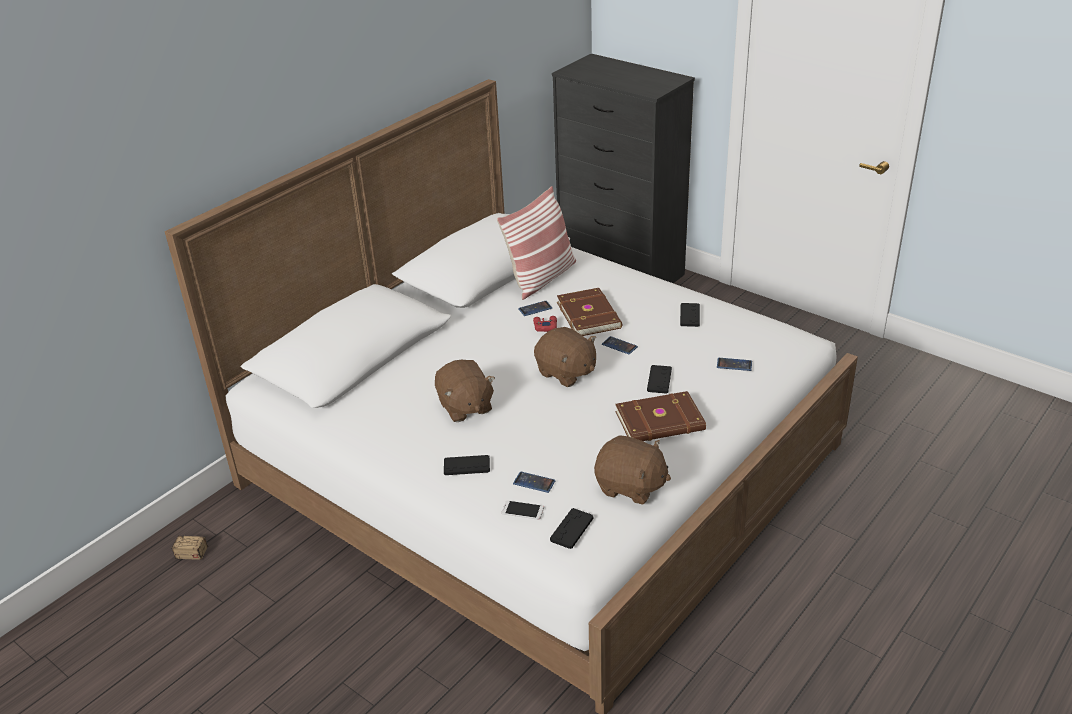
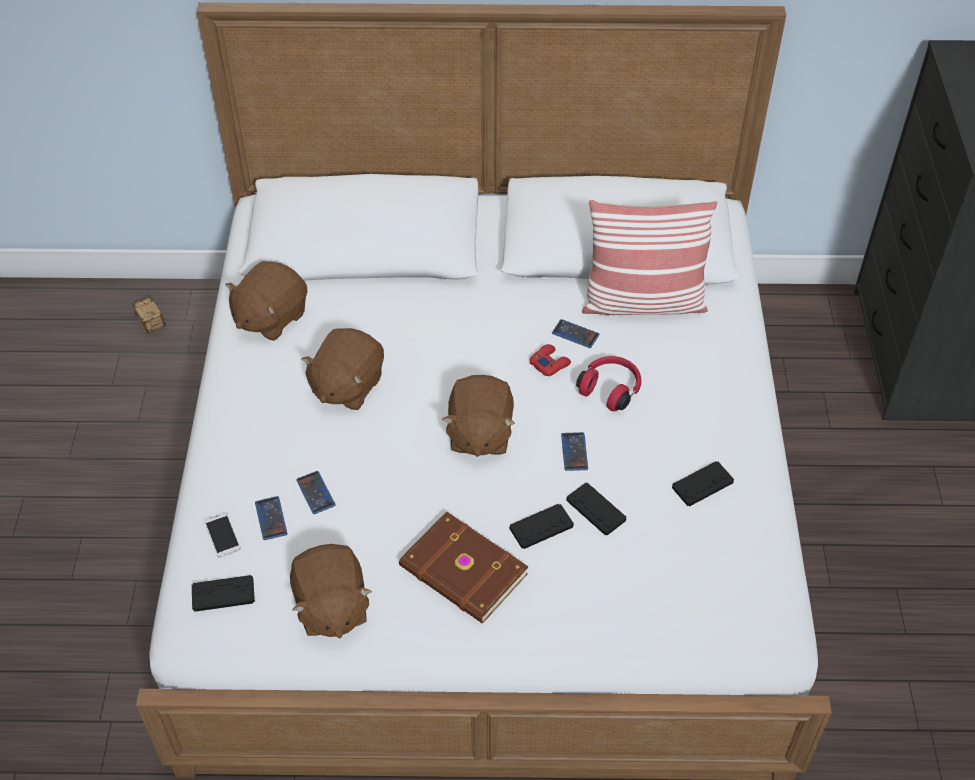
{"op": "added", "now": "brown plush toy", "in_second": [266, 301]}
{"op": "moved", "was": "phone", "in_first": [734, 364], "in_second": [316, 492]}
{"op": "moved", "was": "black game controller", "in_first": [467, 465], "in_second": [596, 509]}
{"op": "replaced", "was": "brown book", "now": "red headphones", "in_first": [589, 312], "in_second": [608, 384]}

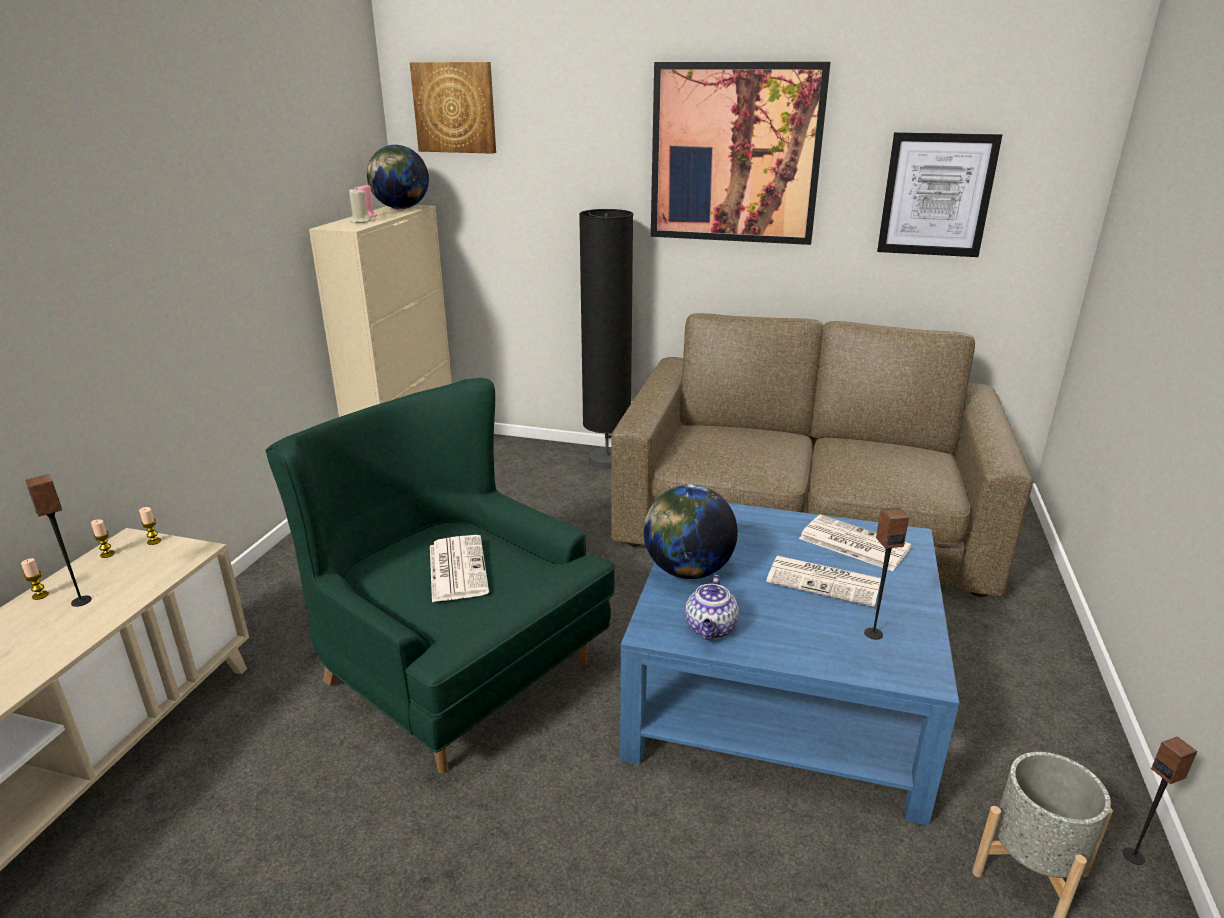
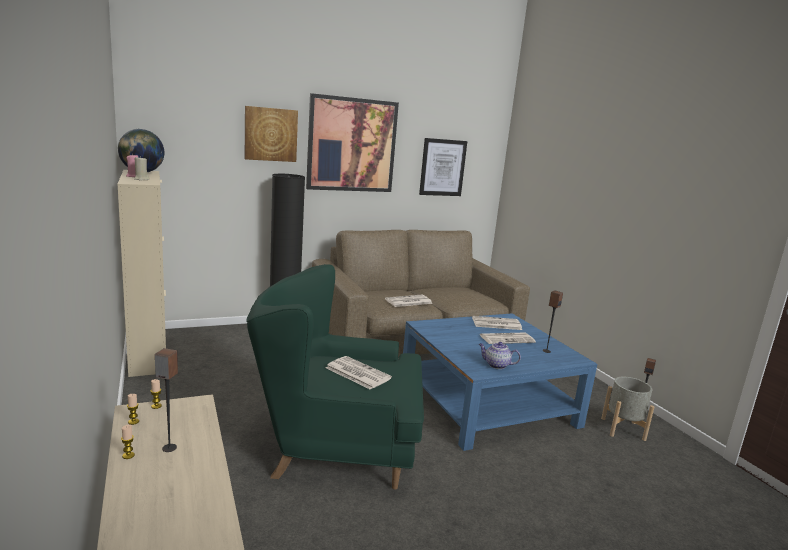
{"op": "moved", "was": "picture", "in_first": [453, 108], "in_second": [271, 134]}
{"op": "added", "now": "newspaper", "in_second": [408, 301]}
{"op": "turned", "was": "teapot", "in_first": [712, 607], "in_second": [500, 355], "clockwise": 135}
{"op": "removed", "was": "globe", "in_first": [691, 531]}

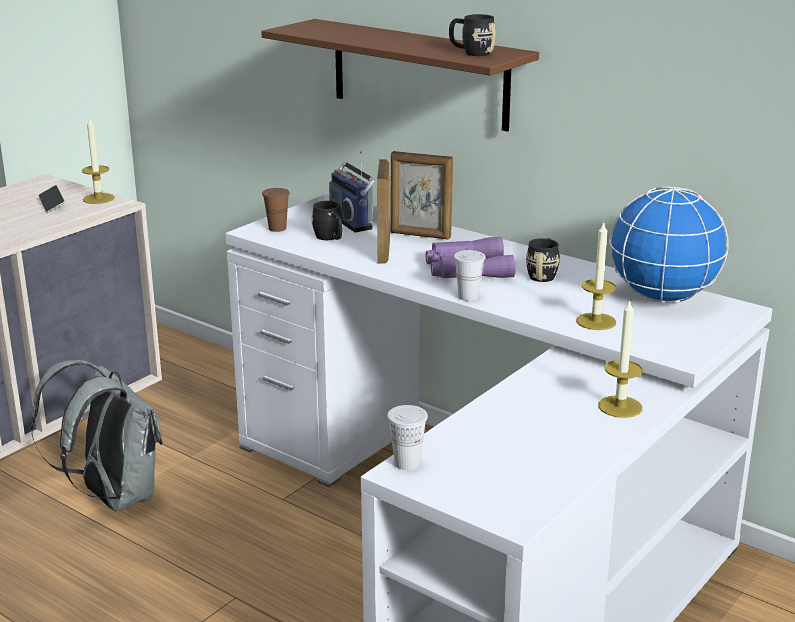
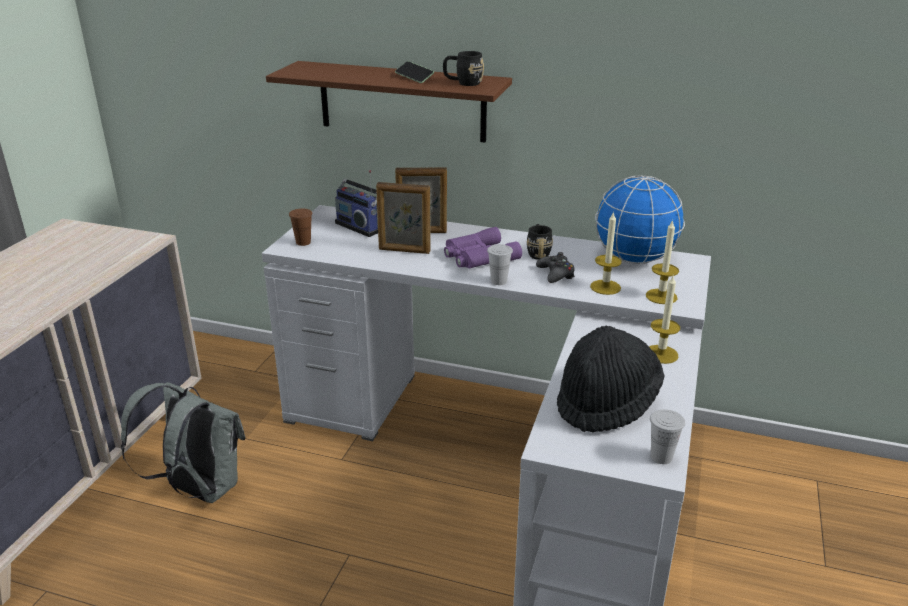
{"op": "turned", "was": "picture frame", "in_first": [383, 211], "in_second": [403, 218], "clockwise": 120}
{"op": "moved", "was": "phone", "in_first": [52, 199], "in_second": [414, 72]}
{"op": "added", "now": "black game controller", "in_second": [555, 267]}
{"op": "added", "now": "black hat", "in_second": [611, 379]}
{"op": "moved", "was": "candle", "in_first": [98, 160], "in_second": [662, 261]}
{"op": "moved", "was": "white cup", "in_first": [407, 437], "in_second": [667, 436]}
{"op": "removed", "was": "black mug", "in_first": [327, 220]}

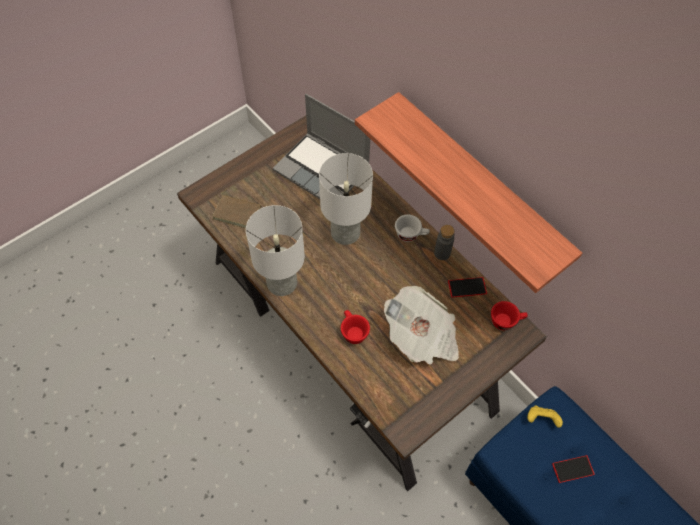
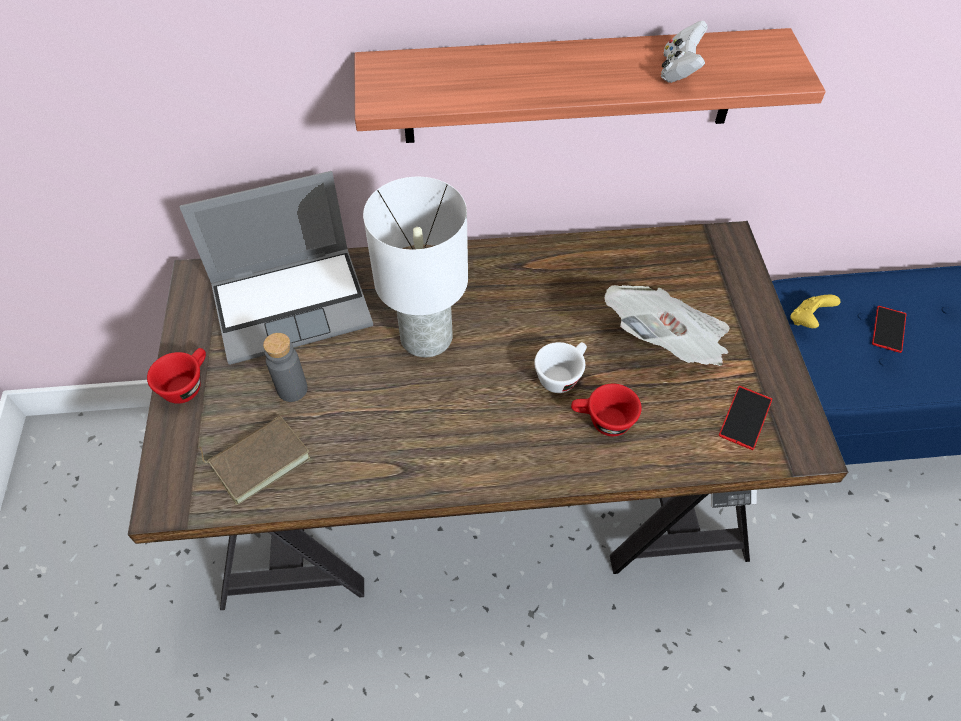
{"op": "moved", "was": "red cup", "in_first": [509, 315], "in_second": [176, 376]}
{"op": "moved", "was": "grey bottle", "in_first": [444, 242], "in_second": [285, 367]}
{"op": "moved", "was": "white cup", "in_first": [412, 228], "in_second": [560, 367]}
{"op": "added", "now": "white game controller", "in_second": [684, 52]}
{"op": "moved", "was": "phone", "in_first": [467, 287], "in_second": [745, 418]}
{"op": "removed", "was": "white table lamp", "in_first": [275, 250]}

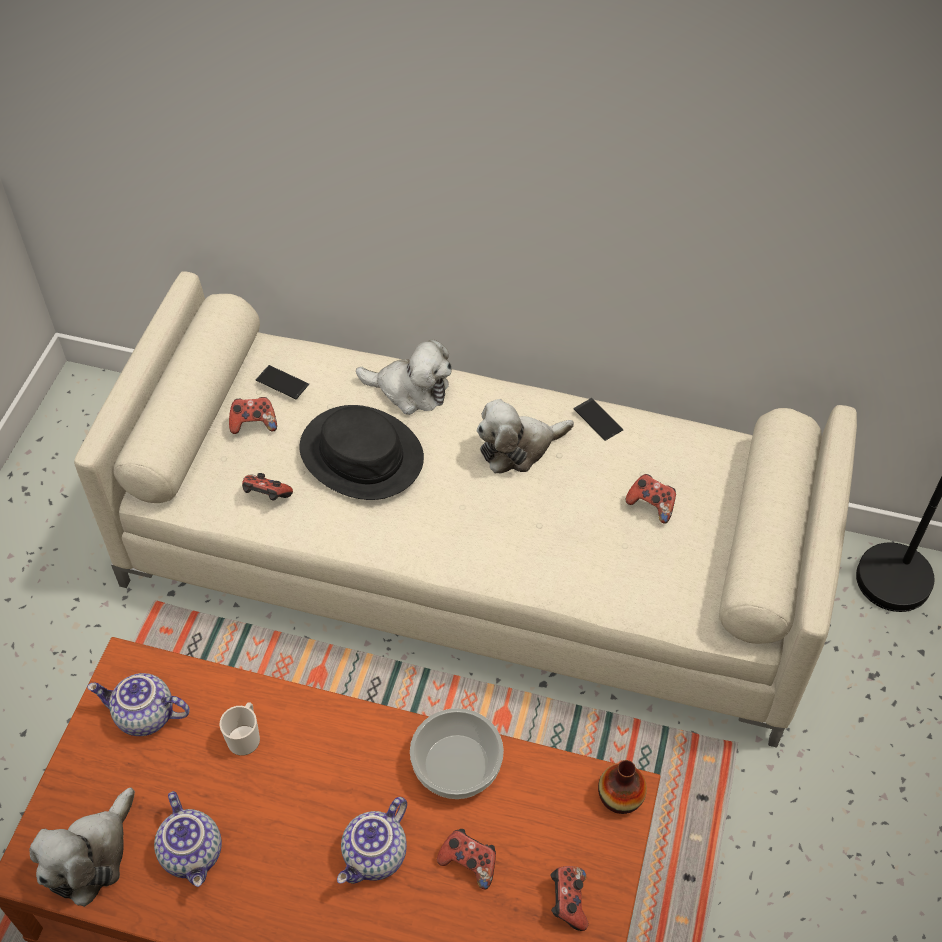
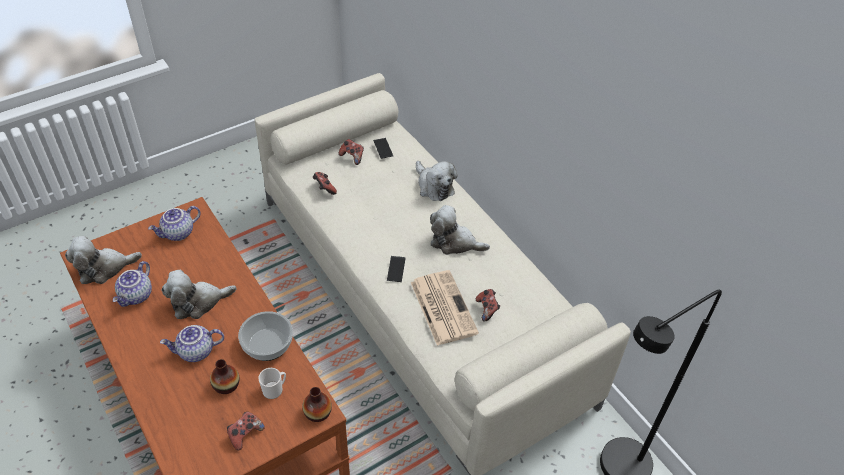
{"op": "turned", "was": "teapot", "in_first": [138, 704], "in_second": [174, 223], "clockwise": -90}
{"op": "added", "now": "plush toy", "in_second": [199, 294]}
{"op": "replaced", "was": "game controller", "now": "vase", "in_first": [466, 859], "in_second": [225, 376]}
{"op": "moved", "was": "mug", "in_first": [240, 729], "in_second": [272, 383]}
{"op": "moved", "was": "phone", "in_first": [598, 419], "in_second": [396, 269]}
{"op": "added", "now": "newspaper", "in_second": [445, 308]}
{"op": "removed", "was": "black hat", "in_first": [361, 452]}

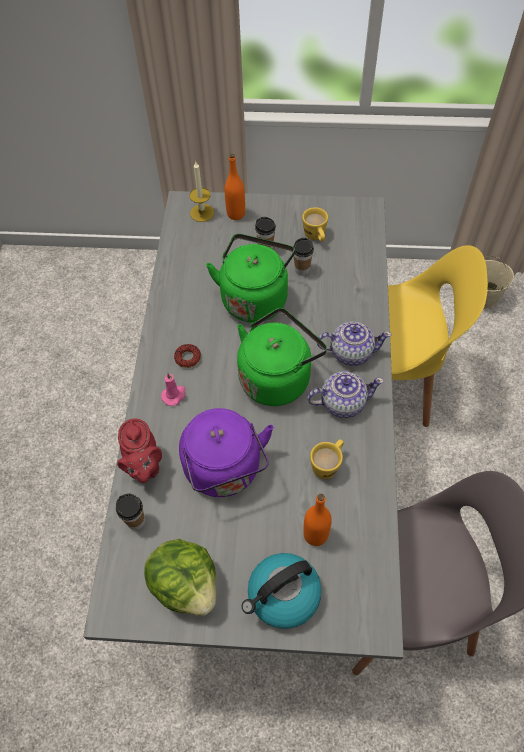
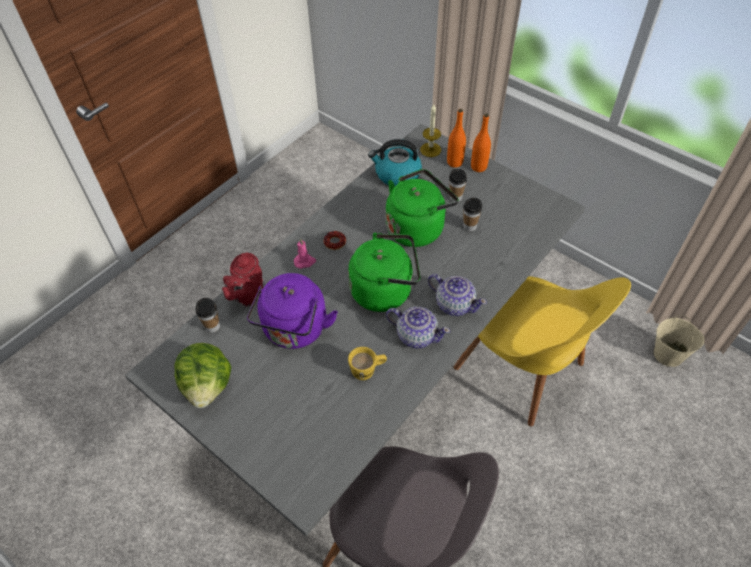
{"op": "moved", "was": "kettle", "in_first": [282, 591], "in_second": [395, 162]}
{"op": "moved", "was": "orange bottle", "in_first": [317, 520], "in_second": [481, 142]}
{"op": "removed", "was": "yellow mug", "in_first": [315, 224]}

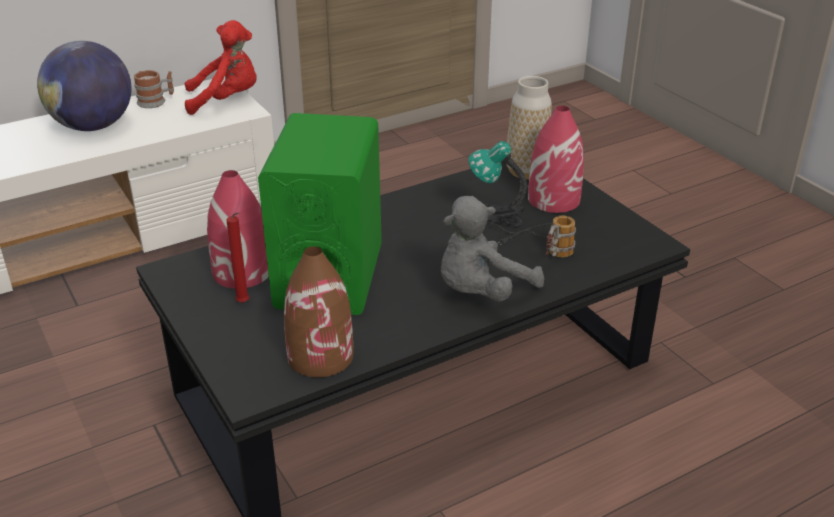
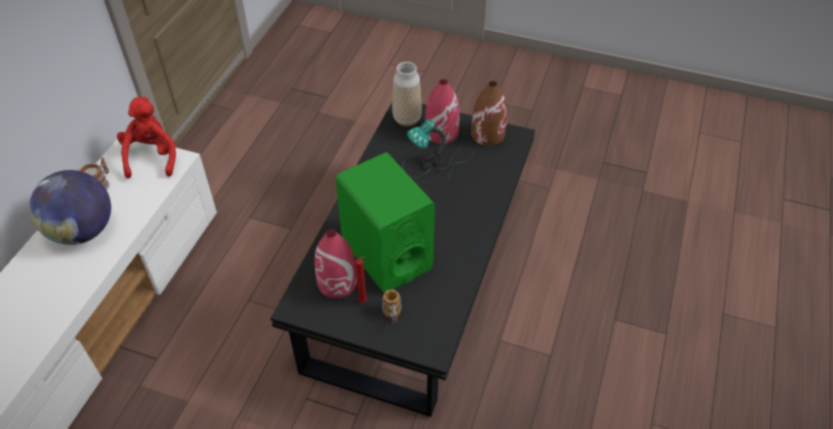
{"op": "turned", "was": "red plush toy", "in_first": [220, 67], "in_second": [146, 138], "clockwise": -45}
{"op": "moved", "was": "mug", "in_first": [561, 237], "in_second": [392, 307]}
{"op": "moved", "was": "brown vase", "in_first": [318, 311], "in_second": [489, 113]}
{"op": "removed", "was": "grey plush toy", "in_first": [492, 248]}

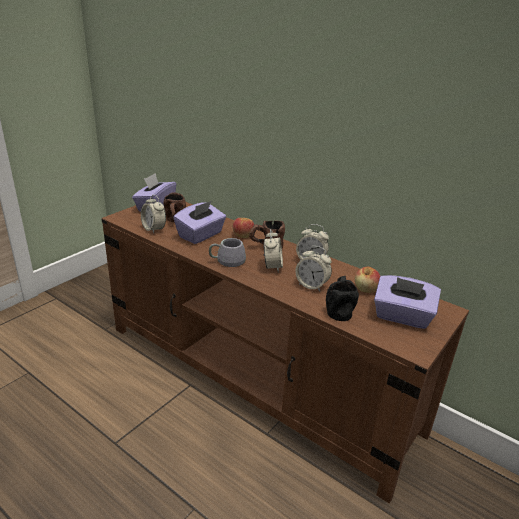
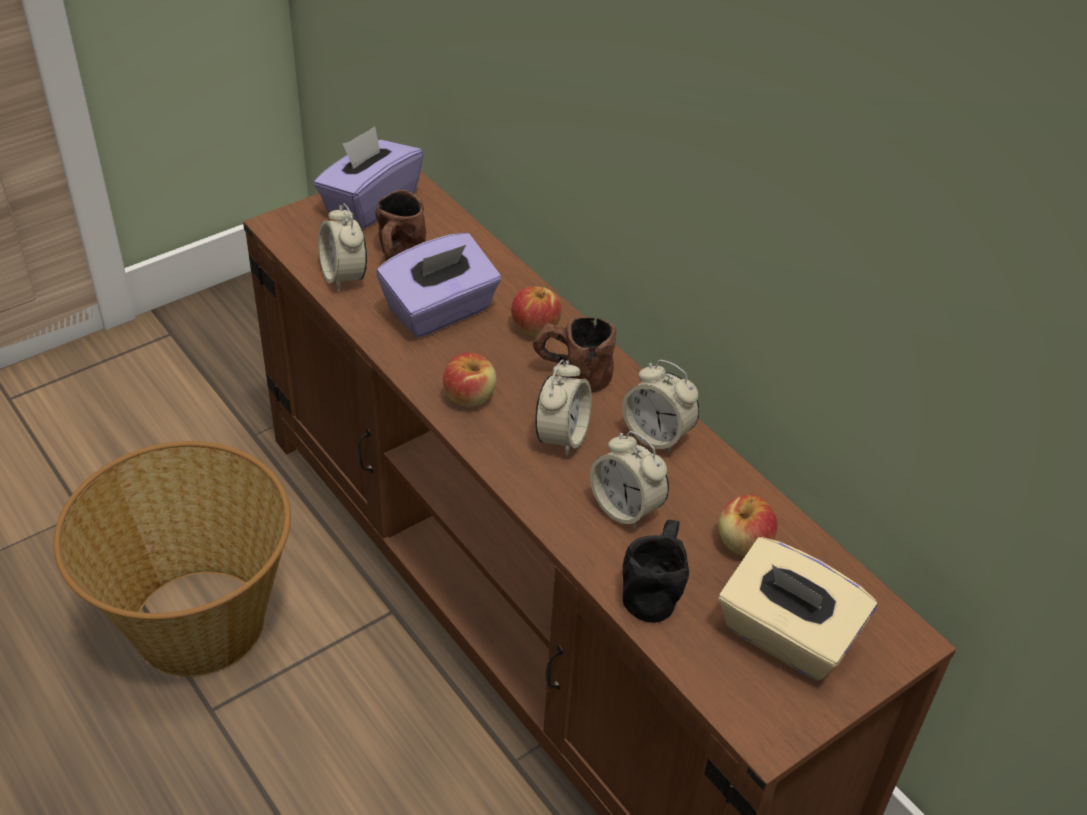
{"op": "added", "now": "basket", "in_second": [172, 559]}
{"op": "replaced", "was": "grey mug", "now": "apple", "in_first": [227, 252], "in_second": [470, 380]}
{"op": "recoloured", "was": "purple tissue box", "now": "beige tissue box", "in_first": [407, 302], "in_second": [797, 608]}

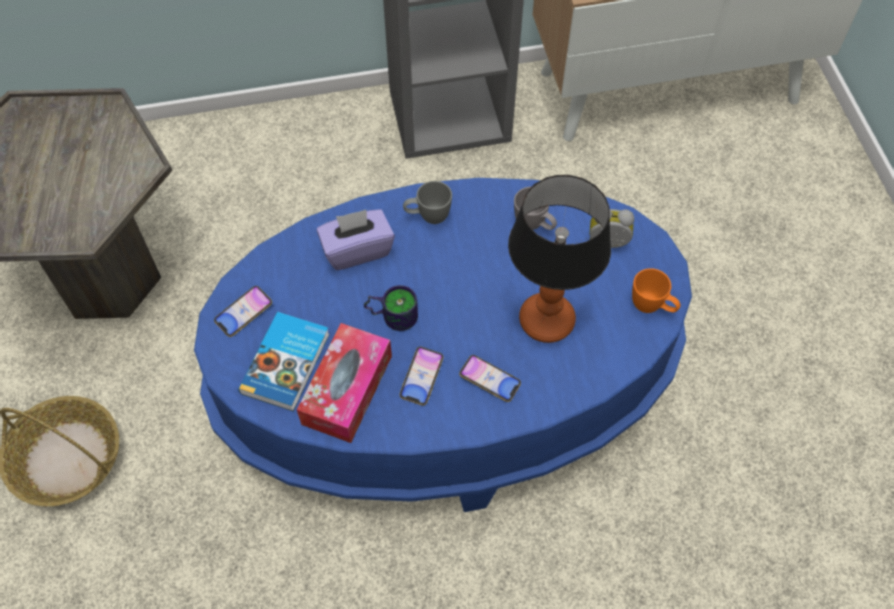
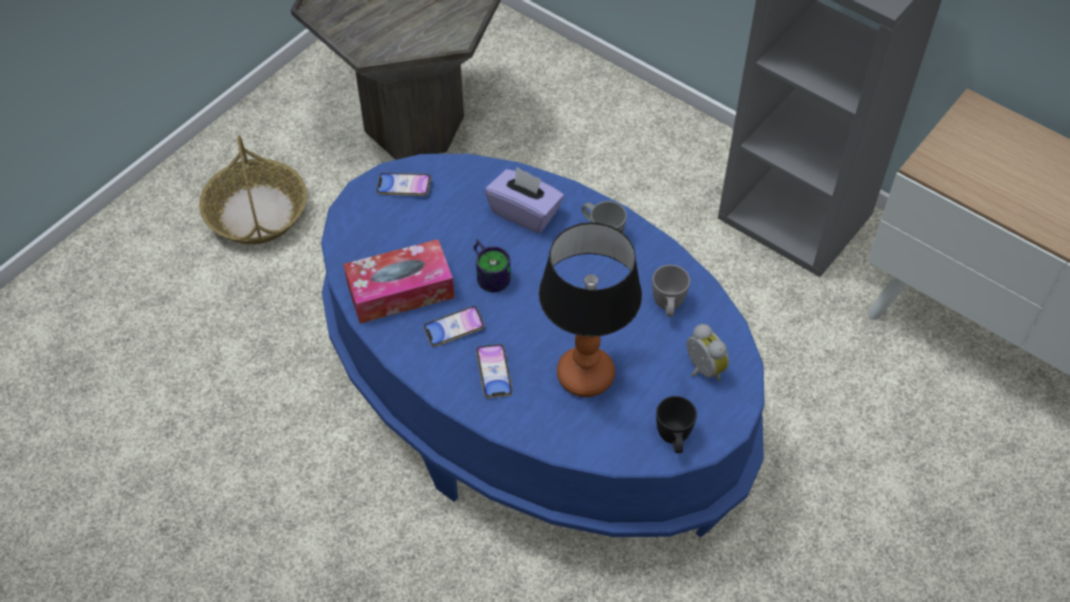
{"op": "recoloured", "was": "orange mug", "now": "black mug", "in_first": [656, 290], "in_second": [676, 424]}
{"op": "removed", "was": "book", "in_first": [284, 362]}

